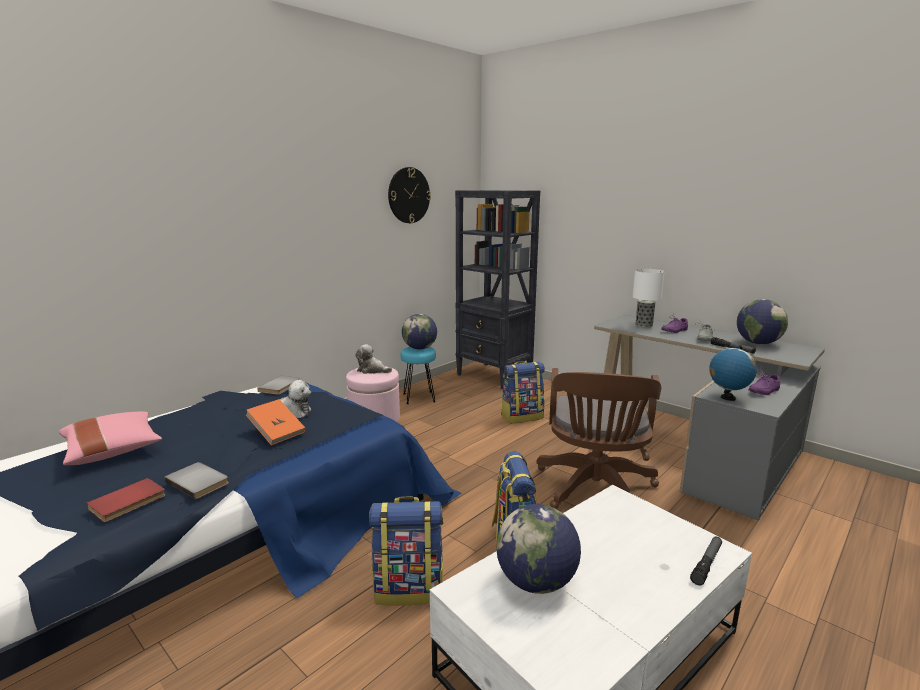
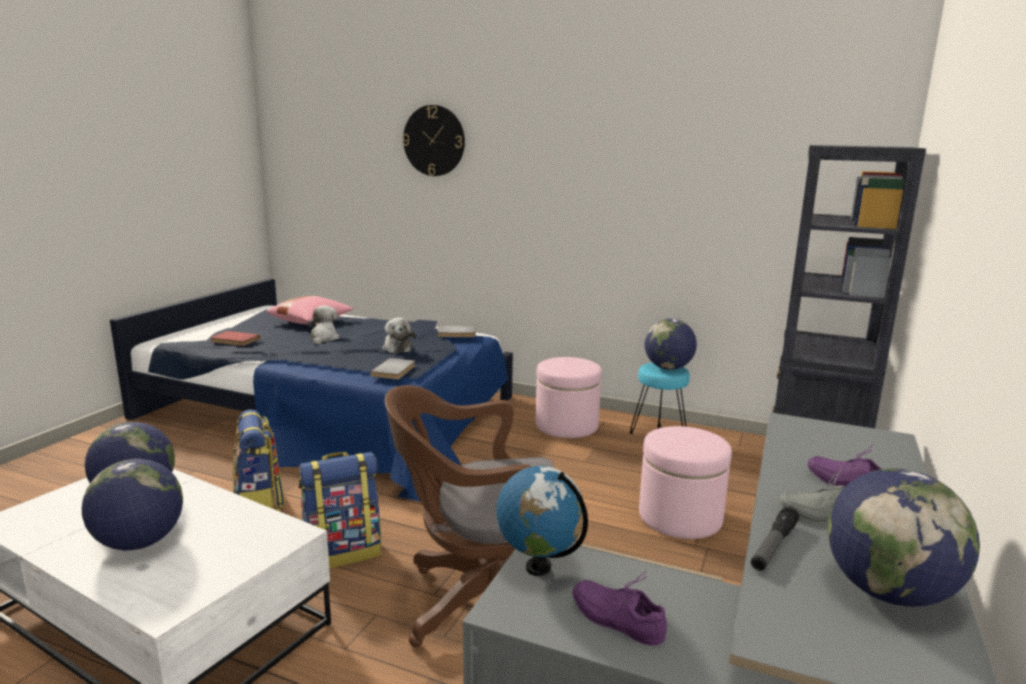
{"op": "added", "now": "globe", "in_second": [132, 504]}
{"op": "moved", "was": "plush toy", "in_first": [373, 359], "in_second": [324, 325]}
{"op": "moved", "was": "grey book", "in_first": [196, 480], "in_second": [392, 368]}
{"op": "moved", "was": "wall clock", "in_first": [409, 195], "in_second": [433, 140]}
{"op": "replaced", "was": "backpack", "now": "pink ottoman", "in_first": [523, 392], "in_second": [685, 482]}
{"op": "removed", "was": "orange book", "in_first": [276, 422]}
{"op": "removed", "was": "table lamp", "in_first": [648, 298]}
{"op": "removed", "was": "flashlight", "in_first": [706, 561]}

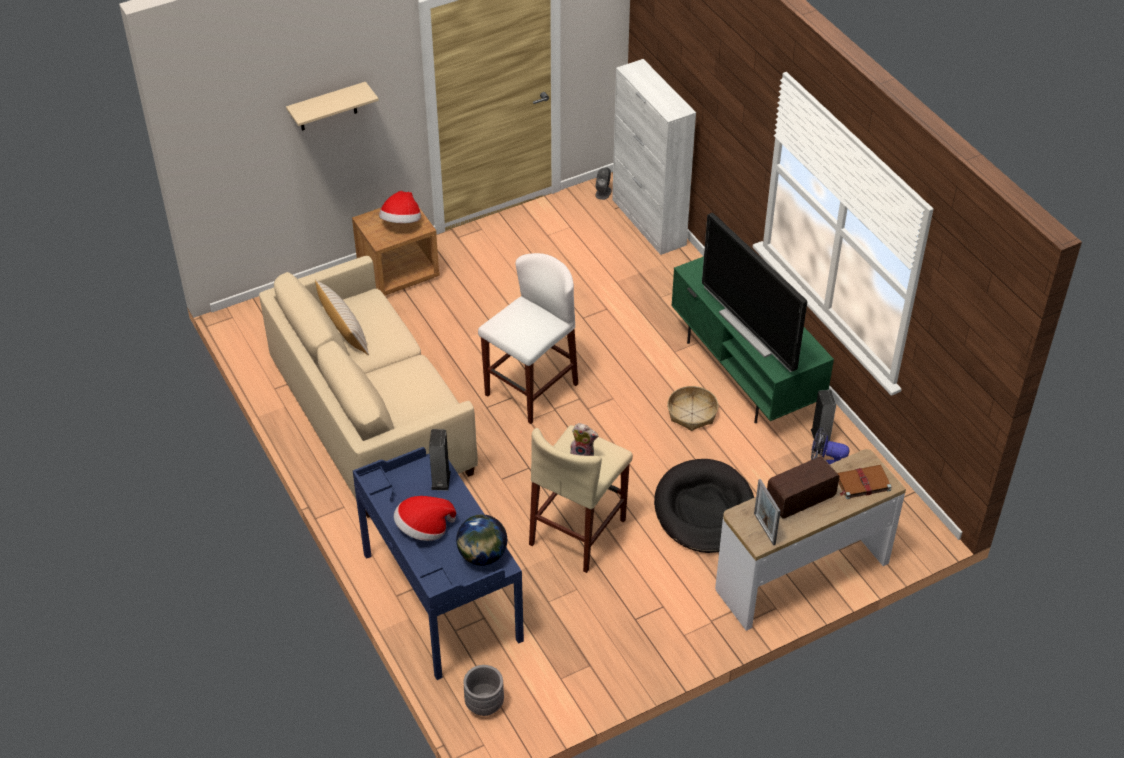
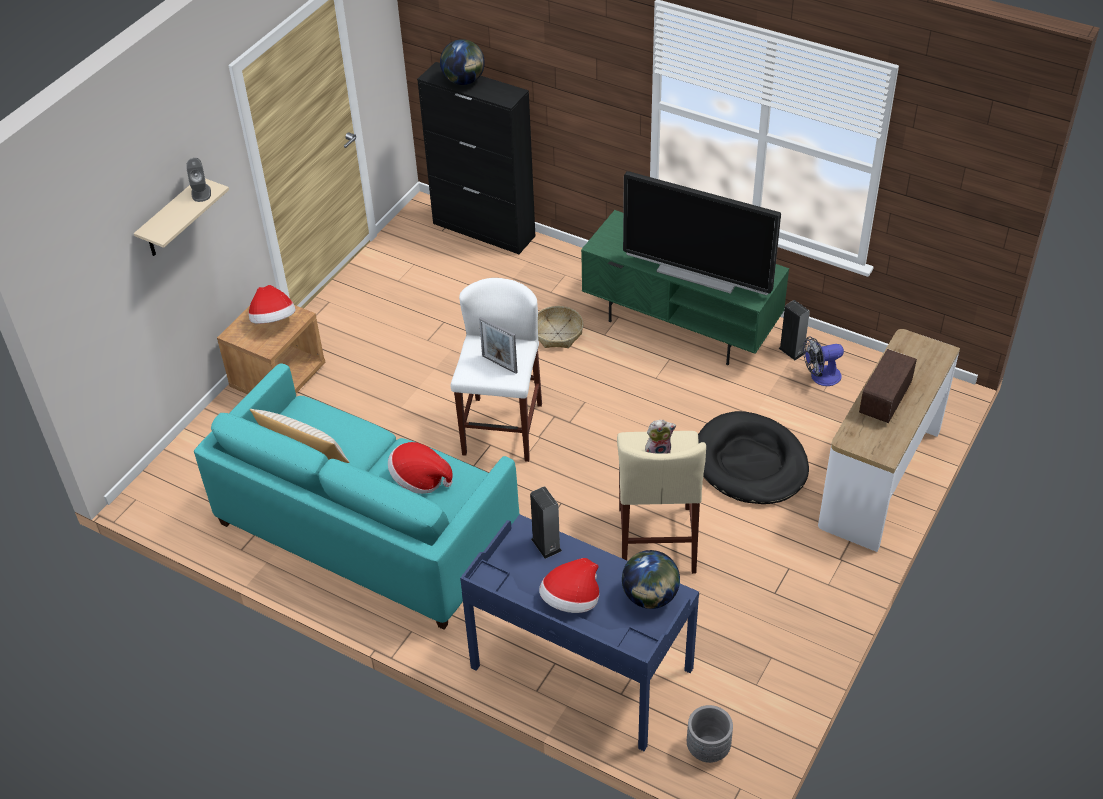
{"op": "moved", "was": "grey speaker", "in_first": [603, 183], "in_second": [198, 180]}
{"op": "recoloured", "was": "beige sofa", "now": "turquoise sofa", "in_first": [368, 387], "in_second": [356, 496]}
{"op": "added", "now": "hat", "in_second": [420, 468]}
{"op": "recoloured", "was": "white cabinet", "now": "black cabinet", "in_first": [654, 157], "in_second": [476, 158]}
{"op": "added", "now": "globe", "in_second": [462, 62]}
{"op": "moved", "was": "picture frame", "in_first": [767, 512], "in_second": [498, 345]}
{"op": "moved", "was": "basket", "in_first": [693, 408], "in_second": [561, 327]}
{"op": "removed", "was": "brown book", "in_first": [864, 482]}

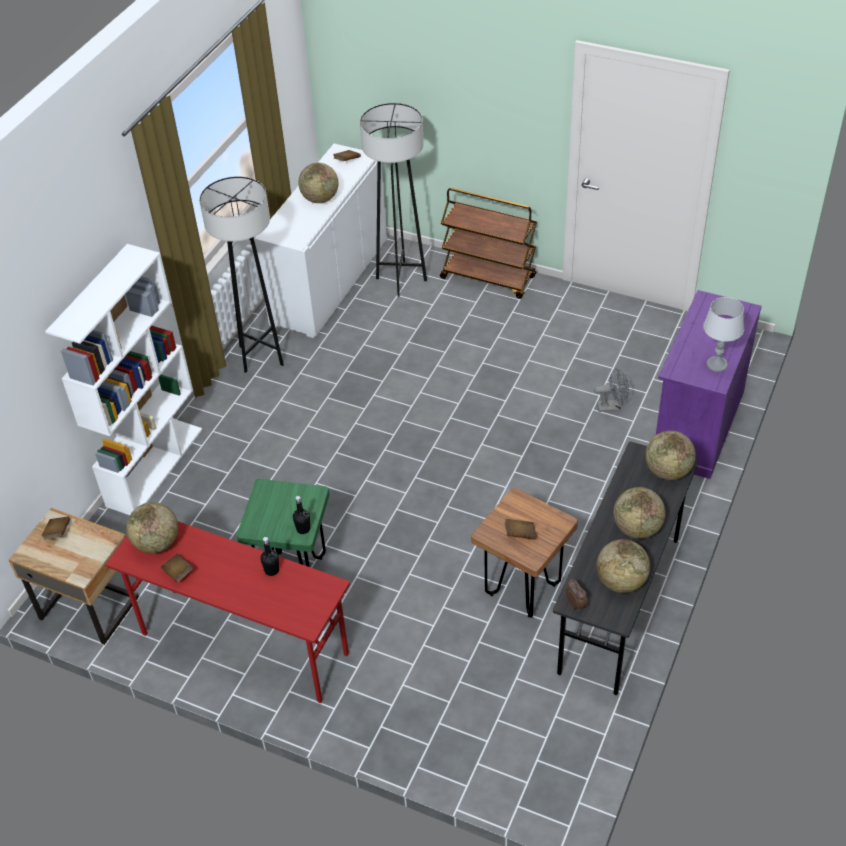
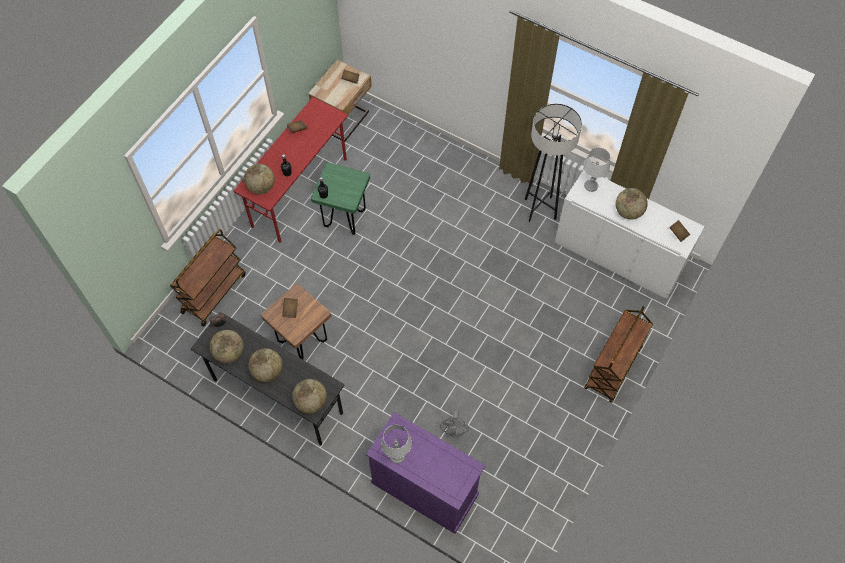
{"op": "added", "now": "brown cart", "in_second": [208, 278]}
{"op": "moved", "was": "globe", "in_first": [152, 527], "in_second": [259, 179]}
{"op": "added", "now": "grey table lamp", "in_second": [596, 169]}
{"op": "removed", "was": "white bookcase", "in_first": [123, 379]}
{"op": "removed", "was": "black floor lamp", "in_first": [393, 200]}

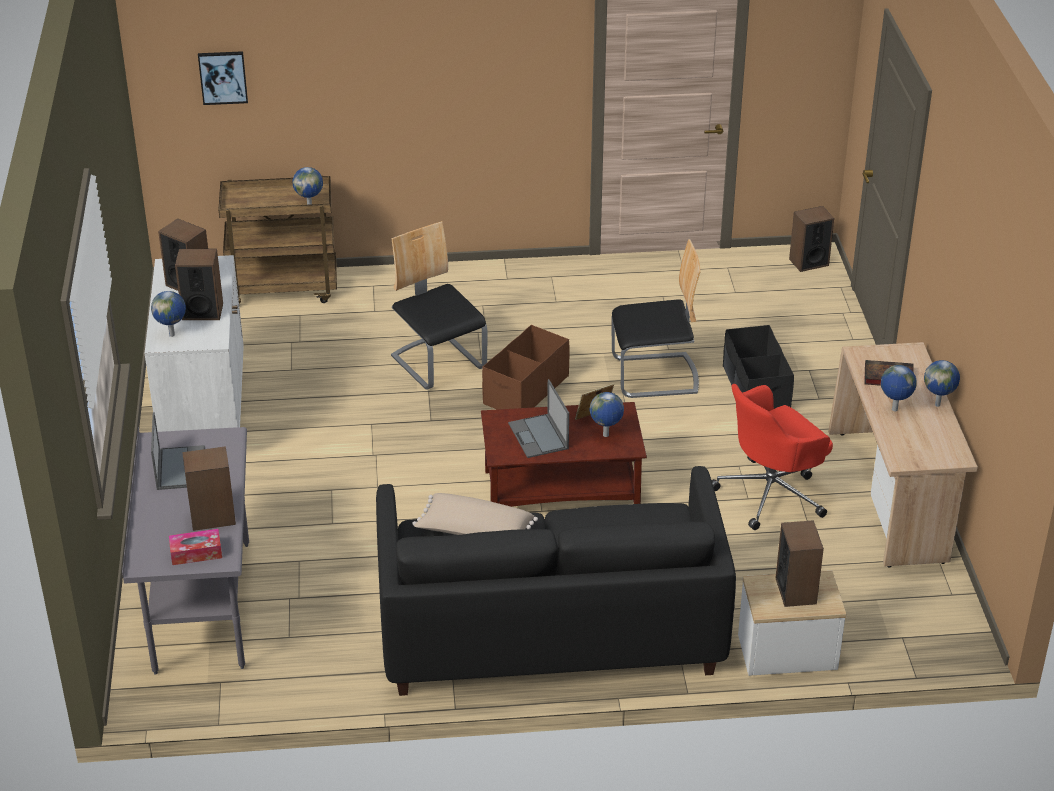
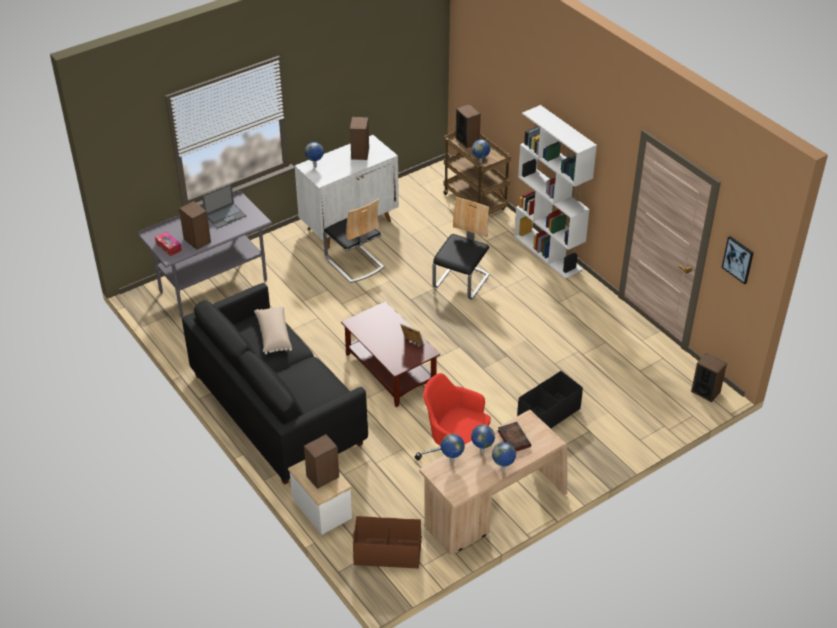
{"op": "moved", "was": "chair", "in_first": [656, 318], "in_second": [353, 241]}
{"op": "moved", "was": "brown storage box", "in_first": [526, 367], "in_second": [387, 542]}
{"op": "moved", "was": "globe", "in_first": [606, 414], "in_second": [453, 448]}
{"op": "moved", "was": "speaker", "in_first": [199, 284], "in_second": [468, 126]}
{"op": "added", "now": "white bookcase", "in_second": [555, 192]}
{"op": "moved", "was": "picture", "in_first": [223, 78], "in_second": [738, 260]}
{"op": "removed", "was": "laptop", "in_first": [538, 418]}

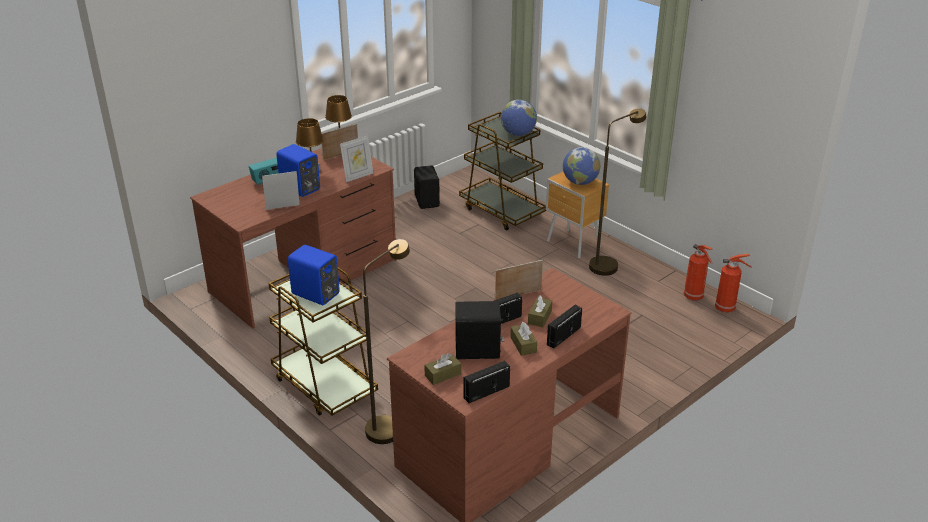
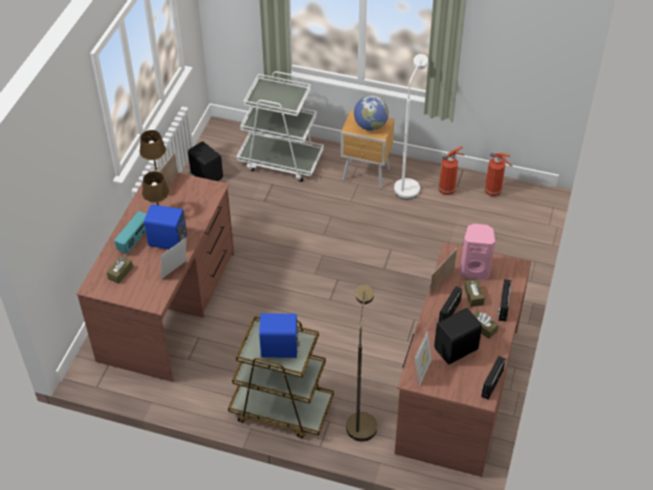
{"op": "moved", "was": "brown tissue box", "in_first": [442, 369], "in_second": [120, 270]}
{"op": "recoloured", "was": "brown cart", "now": "white cart", "in_first": [502, 171], "in_second": [280, 126]}
{"op": "recoloured", "was": "brown floor lamp", "now": "white floor lamp", "in_first": [617, 192], "in_second": [411, 127]}
{"op": "moved", "was": "picture frame", "in_first": [356, 158], "in_second": [423, 359]}
{"op": "moved", "was": "fire extinguisher", "in_first": [733, 283], "in_second": [451, 170]}
{"op": "added", "now": "pink speaker", "in_second": [477, 252]}
{"op": "removed", "was": "globe", "in_first": [519, 118]}

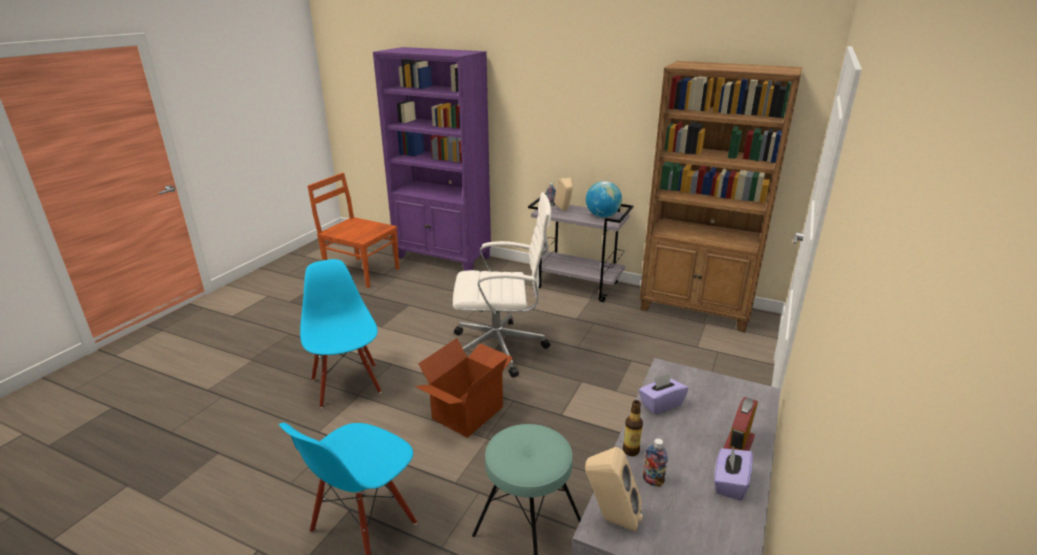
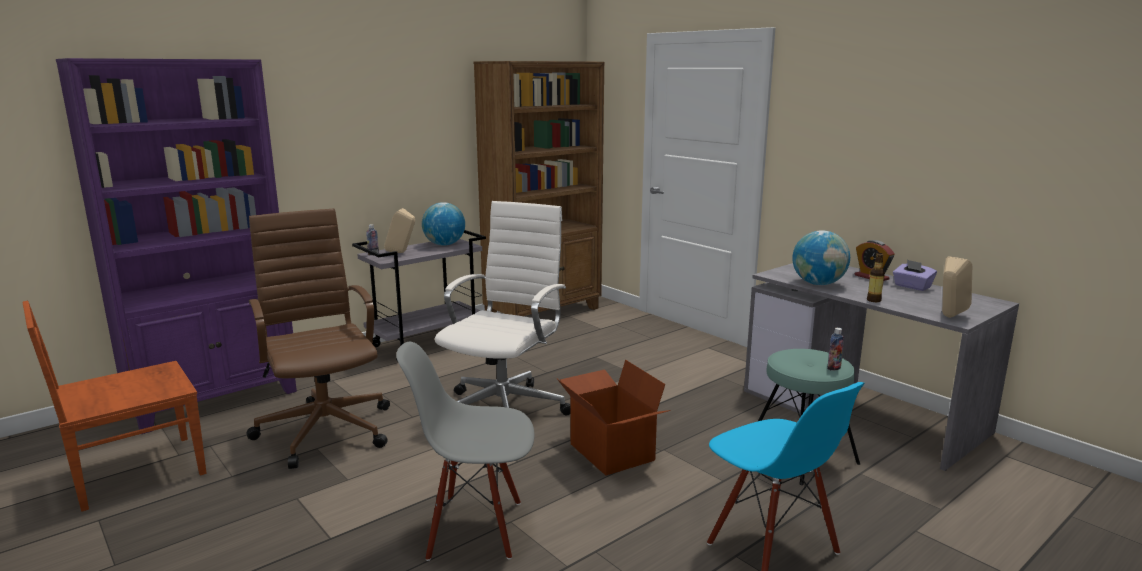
{"op": "added", "now": "brown office chair", "in_second": [318, 338]}
{"op": "recoloured", "was": "blue chair", "now": "grey chair", "in_first": [341, 333], "in_second": [465, 451]}
{"op": "replaced", "was": "purple tissue box", "now": "globe", "in_first": [663, 393], "in_second": [821, 257]}
{"op": "moved", "was": "bottle", "in_first": [655, 462], "in_second": [835, 349]}

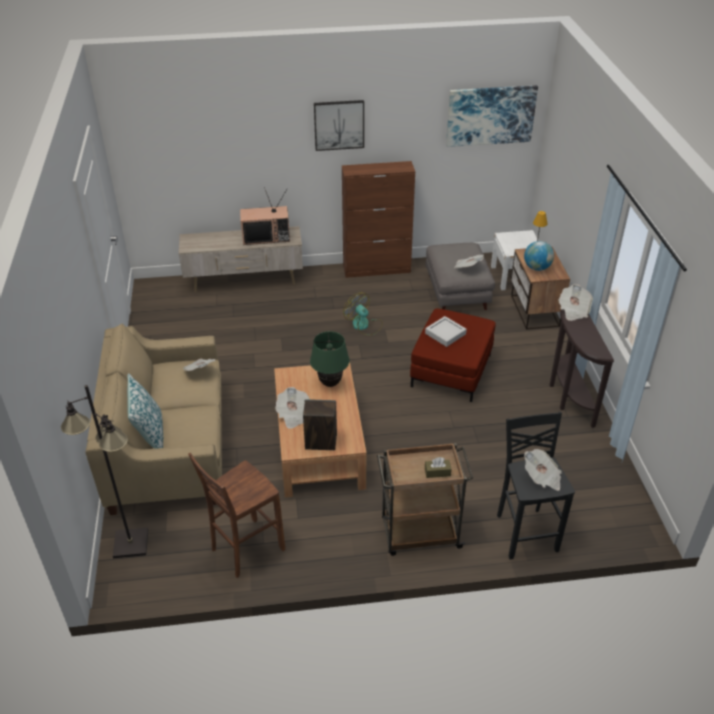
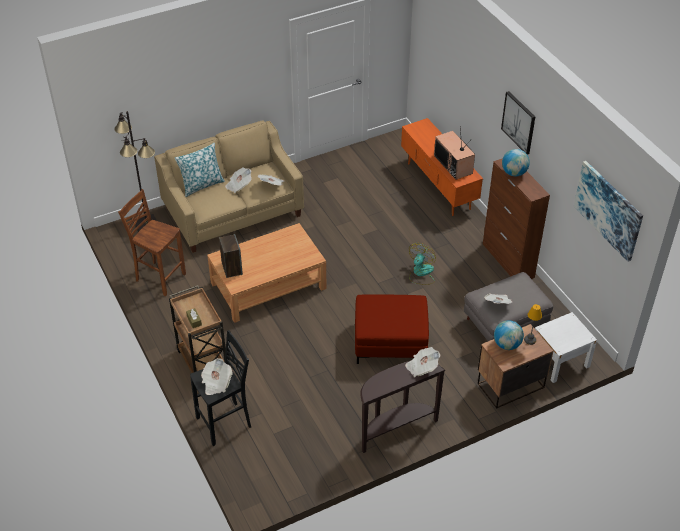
{"op": "moved", "was": "newspaper", "in_first": [292, 408], "in_second": [238, 180]}
{"op": "recoloured", "was": "beige tv stand", "now": "orange tv stand", "in_first": [241, 259], "in_second": [442, 167]}
{"op": "added", "now": "globe", "in_second": [516, 162]}
{"op": "removed", "was": "green table lamp", "in_first": [330, 359]}
{"op": "removed", "was": "grey tray", "in_first": [446, 331]}

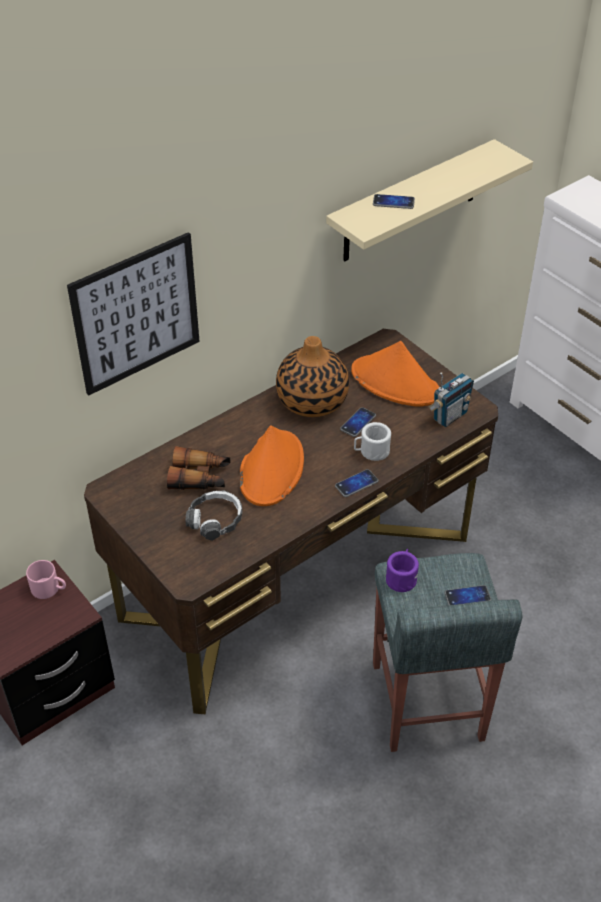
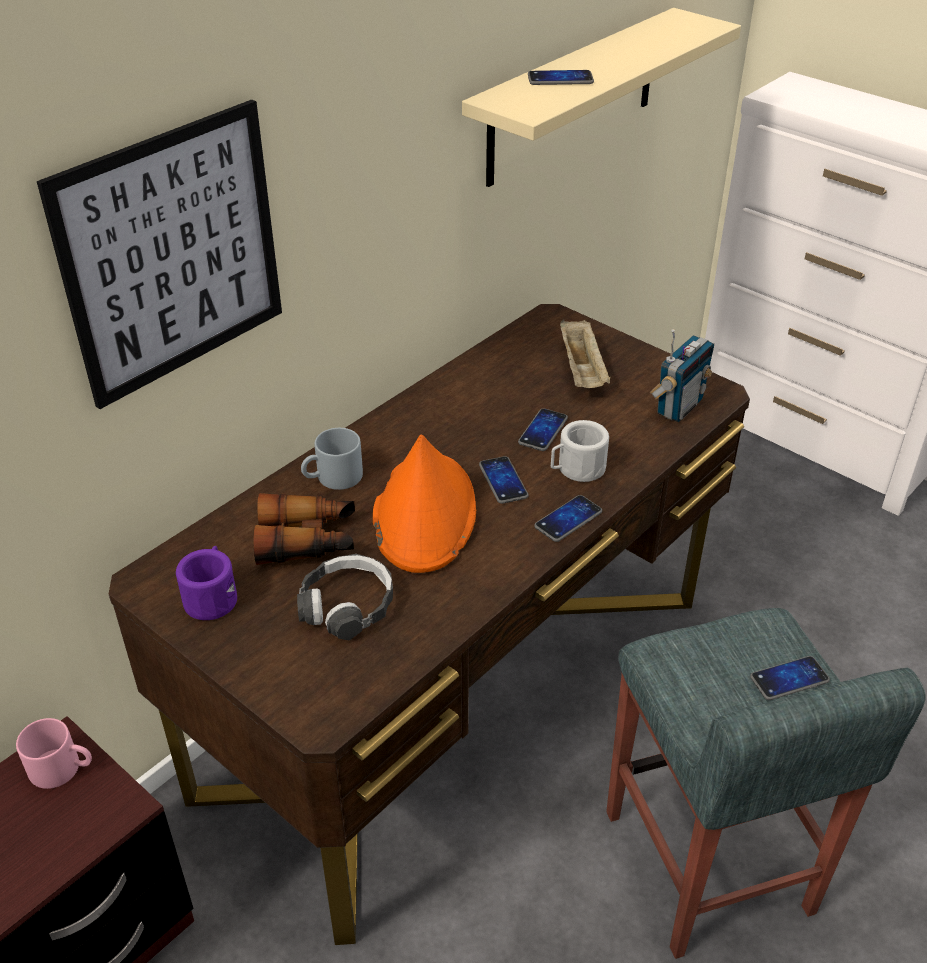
{"op": "moved", "was": "purple mug", "in_first": [402, 570], "in_second": [206, 583]}
{"op": "added", "now": "grey mug", "in_second": [332, 459]}
{"op": "added", "now": "phone", "in_second": [503, 480]}
{"op": "replaced", "was": "orange hat", "now": "beige tray", "in_first": [395, 374], "in_second": [585, 353]}
{"op": "removed", "was": "vase", "in_first": [312, 376]}

